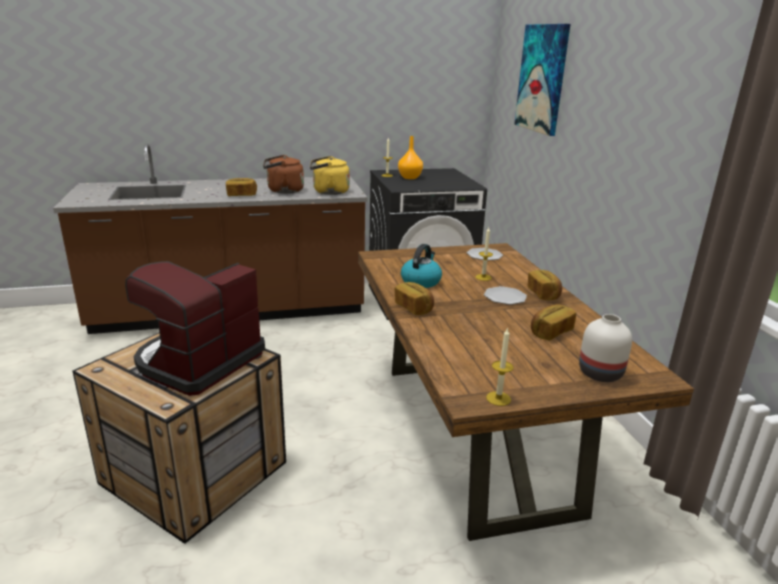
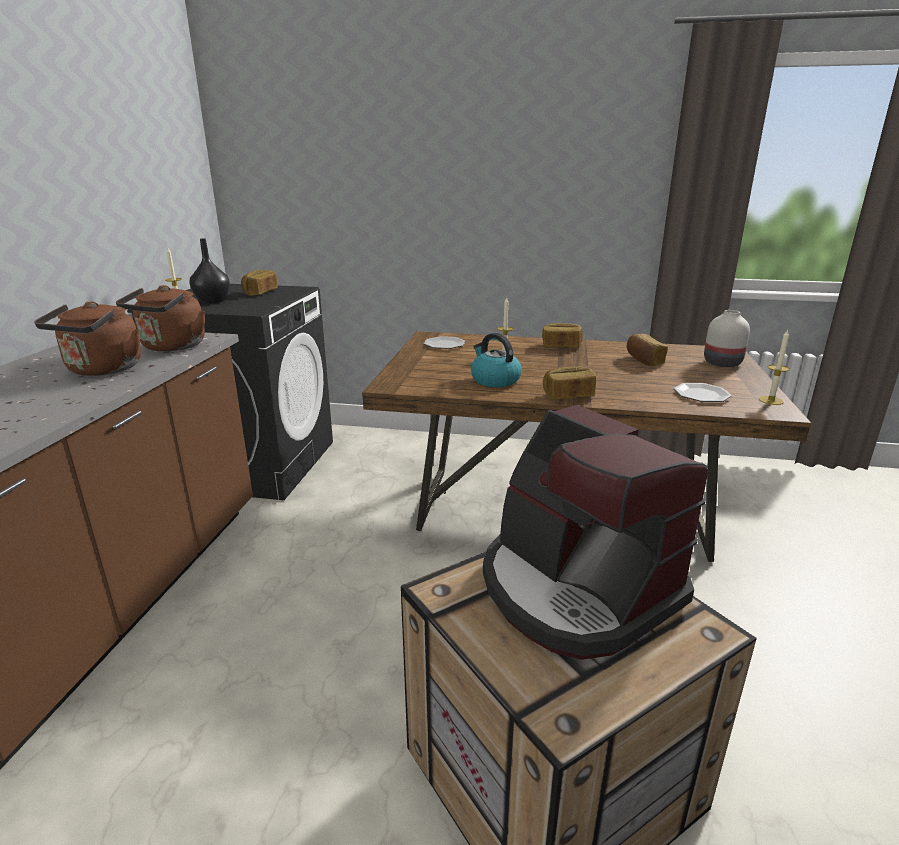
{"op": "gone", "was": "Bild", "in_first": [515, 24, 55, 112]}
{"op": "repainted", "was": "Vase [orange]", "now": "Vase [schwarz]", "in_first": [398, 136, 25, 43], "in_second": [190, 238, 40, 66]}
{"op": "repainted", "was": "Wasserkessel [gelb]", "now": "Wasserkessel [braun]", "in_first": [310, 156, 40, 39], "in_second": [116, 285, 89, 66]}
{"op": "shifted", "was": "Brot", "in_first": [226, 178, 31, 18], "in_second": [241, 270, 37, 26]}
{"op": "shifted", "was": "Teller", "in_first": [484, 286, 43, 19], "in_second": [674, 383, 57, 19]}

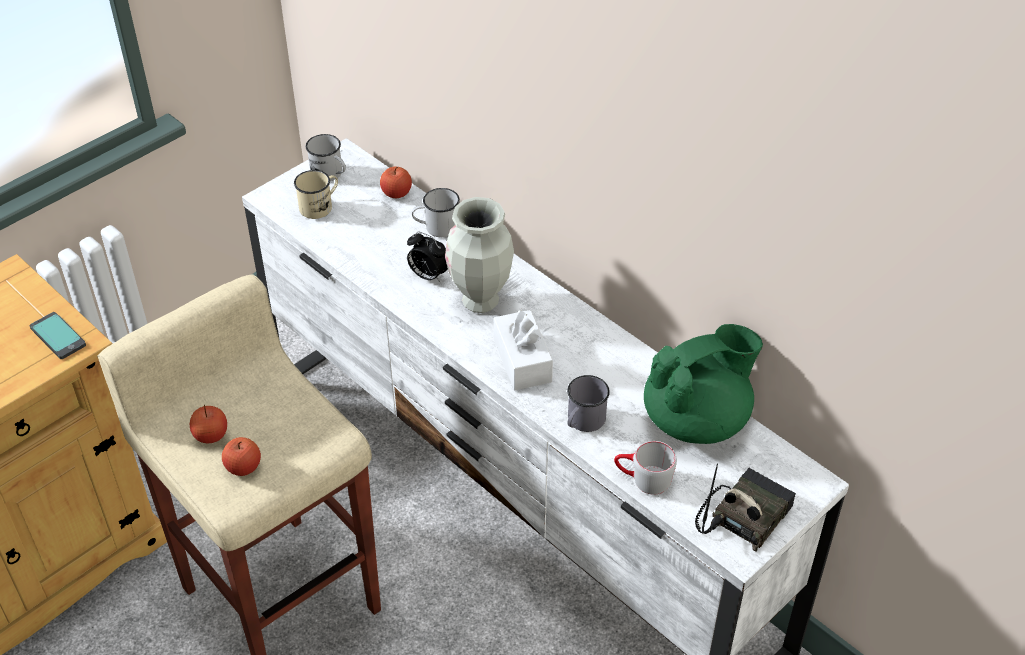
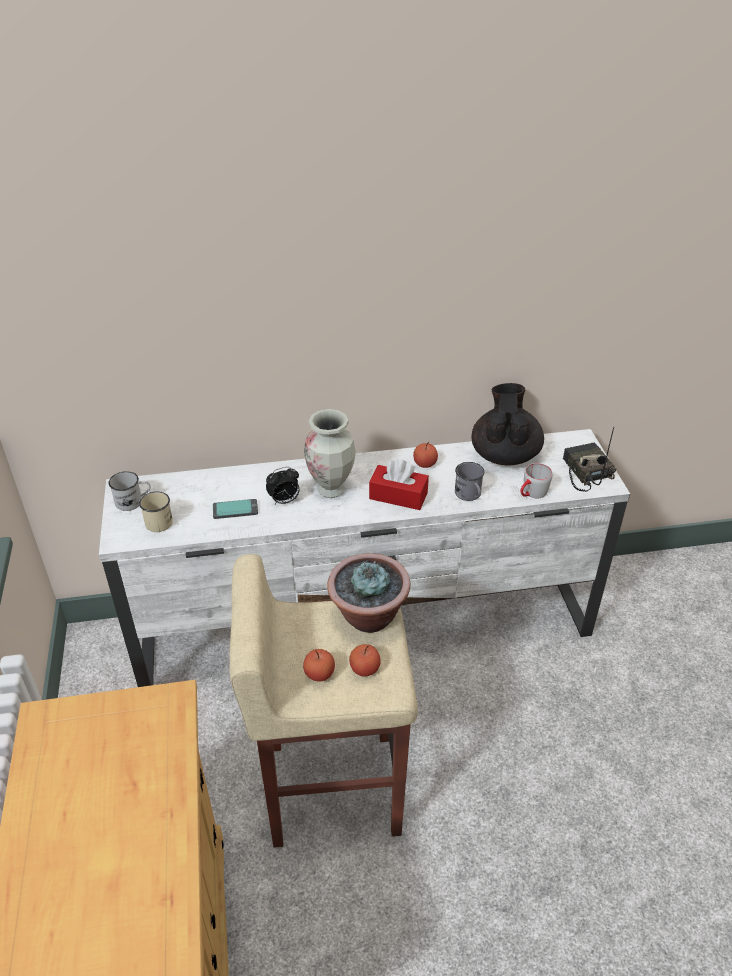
{"op": "shifted", "was": "Apfel", "in_first": [380, 167, 32, 31], "in_second": [413, 442, 25, 26]}
{"op": "gone", "was": "Henkelbecher [weiß]", "in_first": [412, 188, 48, 50]}
{"op": "repainted", "was": "Taschentuchbox [weiß]", "now": "Taschentuchbox [rot]", "in_first": [494, 309, 59, 81], "in_second": [369, 459, 60, 51]}
{"op": "shifted", "was": "Handy", "in_first": [30, 312, 56, 47], "in_second": [213, 499, 45, 20]}
{"op": "repainted", "was": "Teekanne [grün]", "now": "Teekanne [schwarz]", "in_first": [644, 324, 119, 120], "in_second": [471, 383, 73, 83]}
{"op": "new", "now": "Topfpflanze", "in_second": [327, 553, 83, 80]}

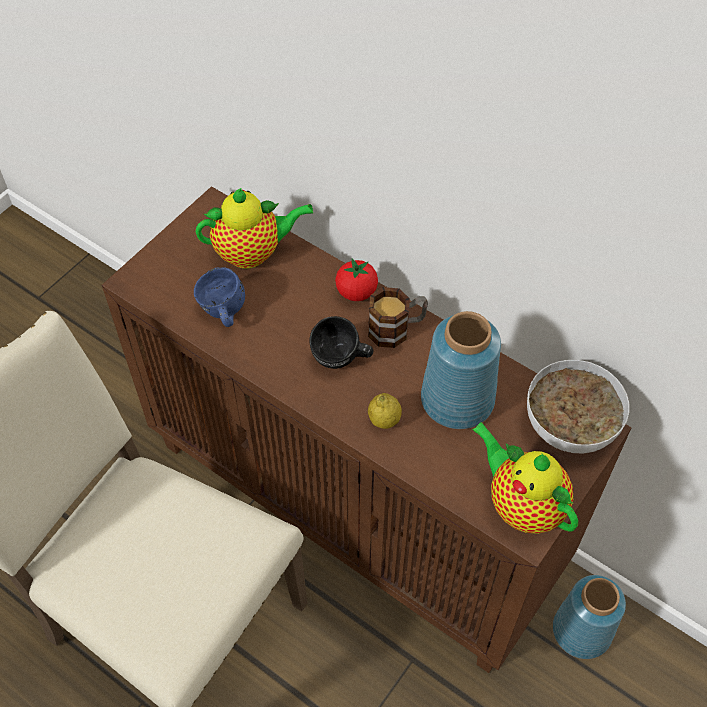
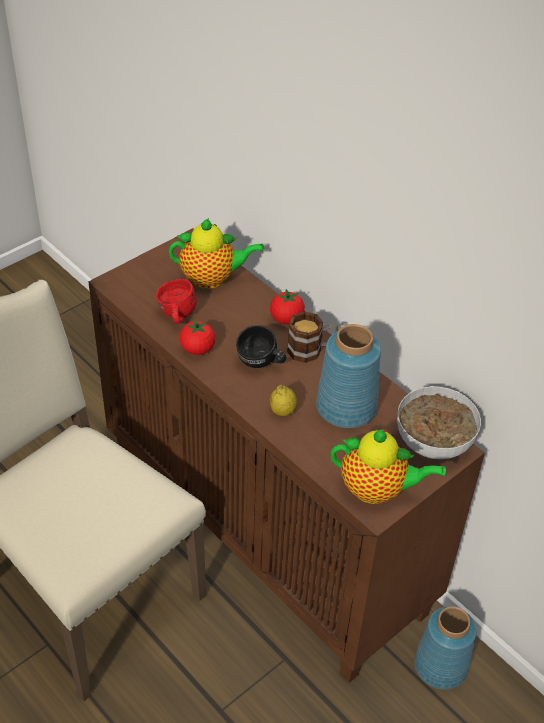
{"op": "repainted", "was": "Henkelbecher [blau]", "now": "Henkelbecher [rot]", "in_first": [194, 268, 51, 59], "in_second": [156, 278, 41, 46]}
{"op": "rotated", "was": "Teekanne", "in_first": [472, 422, 106, 112], "in_second": [331, 429, 115, 75], "clockwise": 135}
{"op": "new", "now": "Tomate", "in_second": [179, 319, 36, 36]}

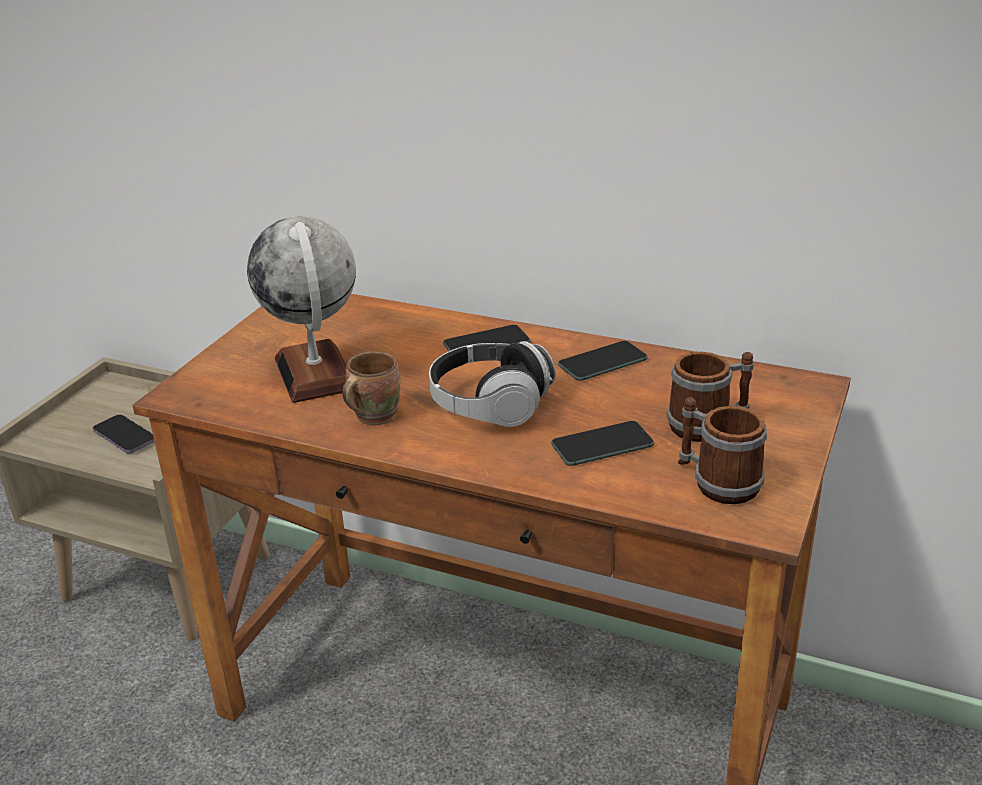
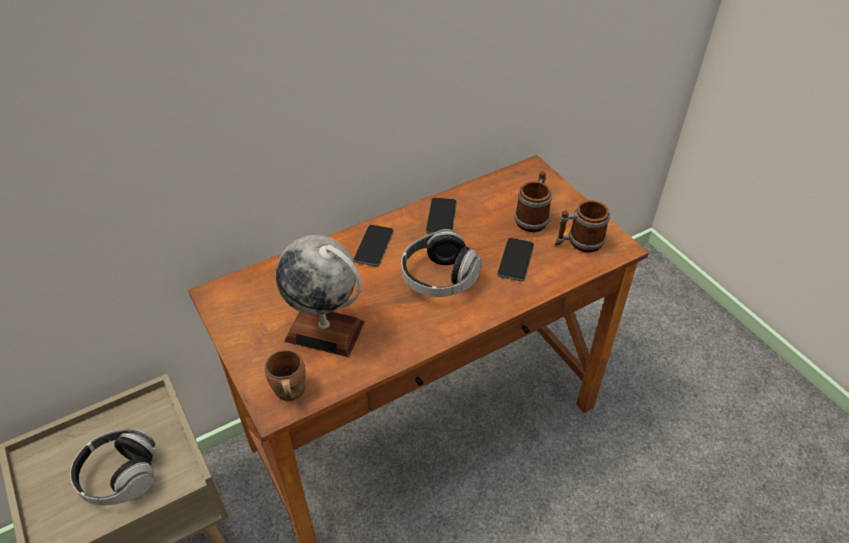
{"op": "shifted", "was": "Henkelbecher [braun]", "in_first": [342, 352, 59, 73], "in_second": [265, 350, 41, 51]}
{"op": "swapped", "was": "Handy", "now": "Kopfhörer", "in_first": [93, 415, 61, 39], "in_second": [70, 429, 86, 76]}

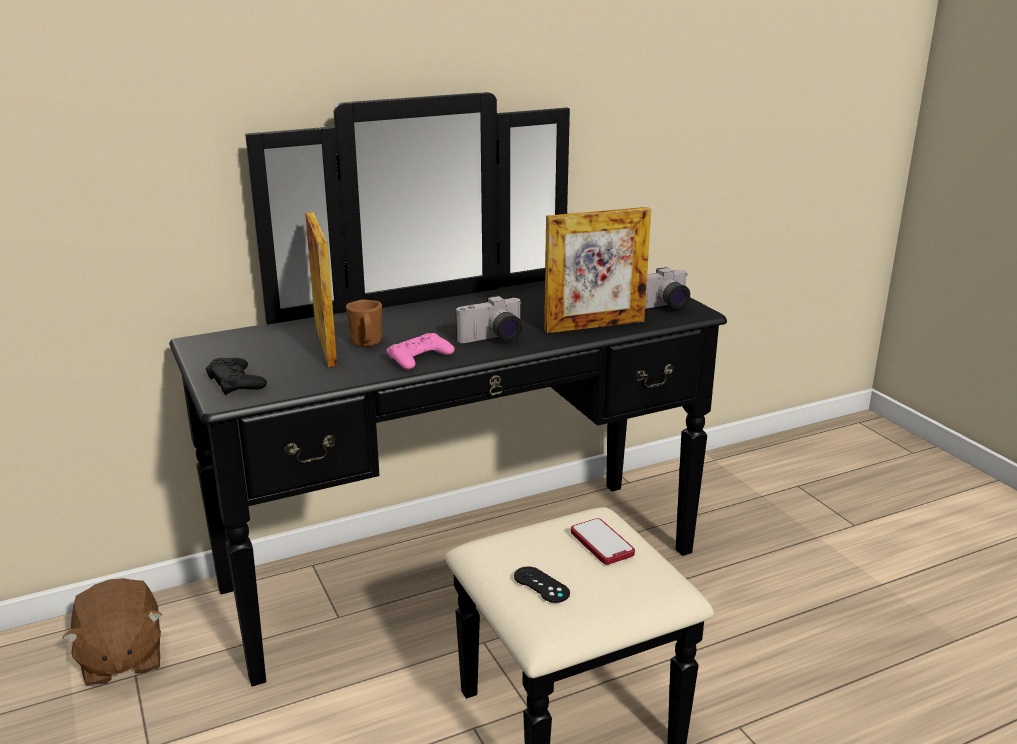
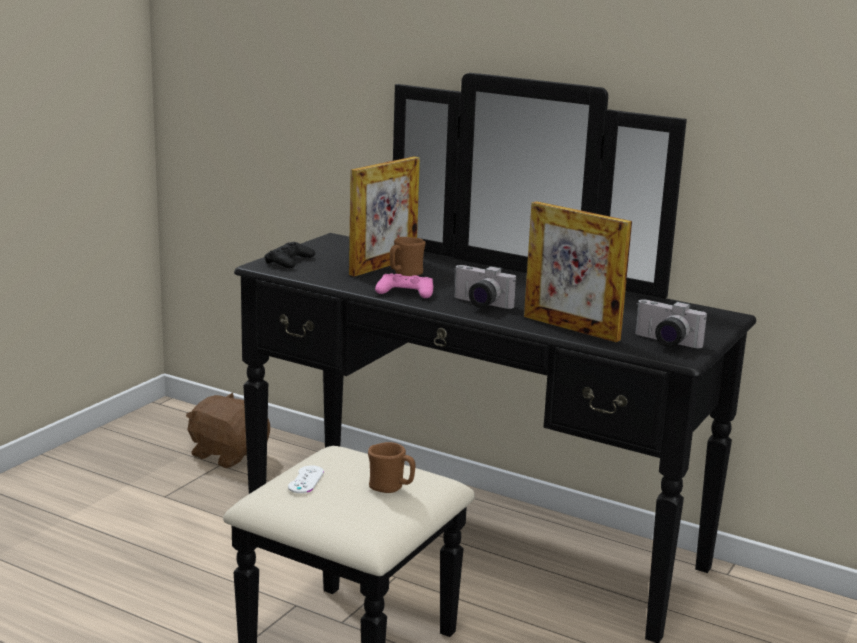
{"op": "swapped", "was": "Handy", "now": "Henkelbecher [braun]", "in_first": [571, 518, 64, 47], "in_second": [368, 442, 47, 51]}
{"op": "repainted", "was": "Gamepad [schwarz]", "now": "Gamepad [weiß]", "in_first": [514, 567, 56, 36], "in_second": [288, 465, 36, 28]}
{"op": "rotated", "was": "Plüschtier [braun]", "in_first": [62, 578, 100, 108], "in_second": [186, 393, 84, 75], "clockwise": 90}

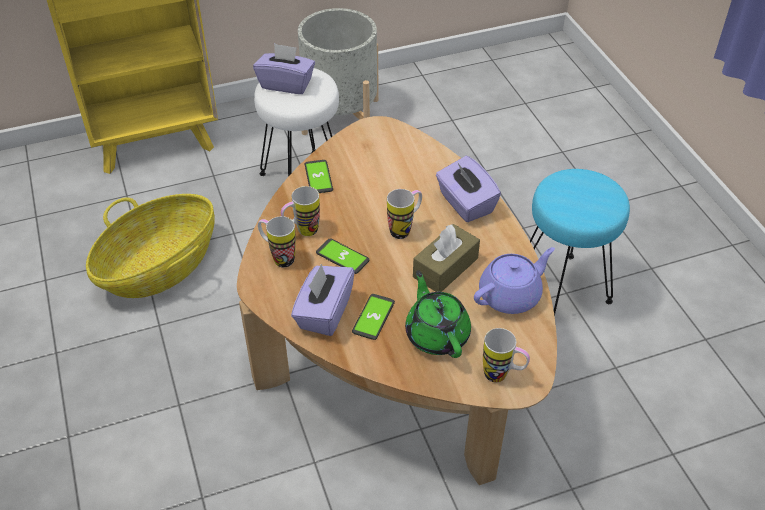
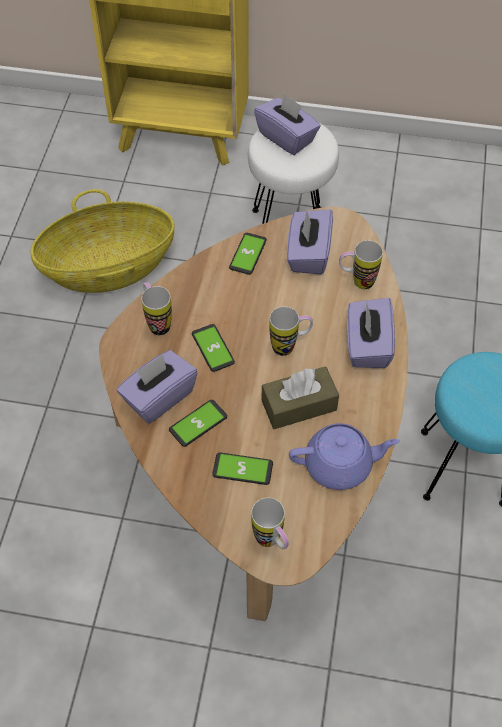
{"op": "gone", "was": "Pflanzkübel [grau]", "in_first": [298, 8, 80, 127]}
{"op": "shifted", "was": "Henkelbecher", "in_first": [281, 186, 39, 50], "in_second": [339, 240, 44, 49]}
{"op": "swapped", "was": "Teekanne [grün]", "now": "Handy", "in_first": [405, 270, 66, 88], "in_second": [212, 453, 61, 32]}
{"op": "new", "now": "Taschentuchbox [lila]", "in_second": [287, 209, 46, 66]}

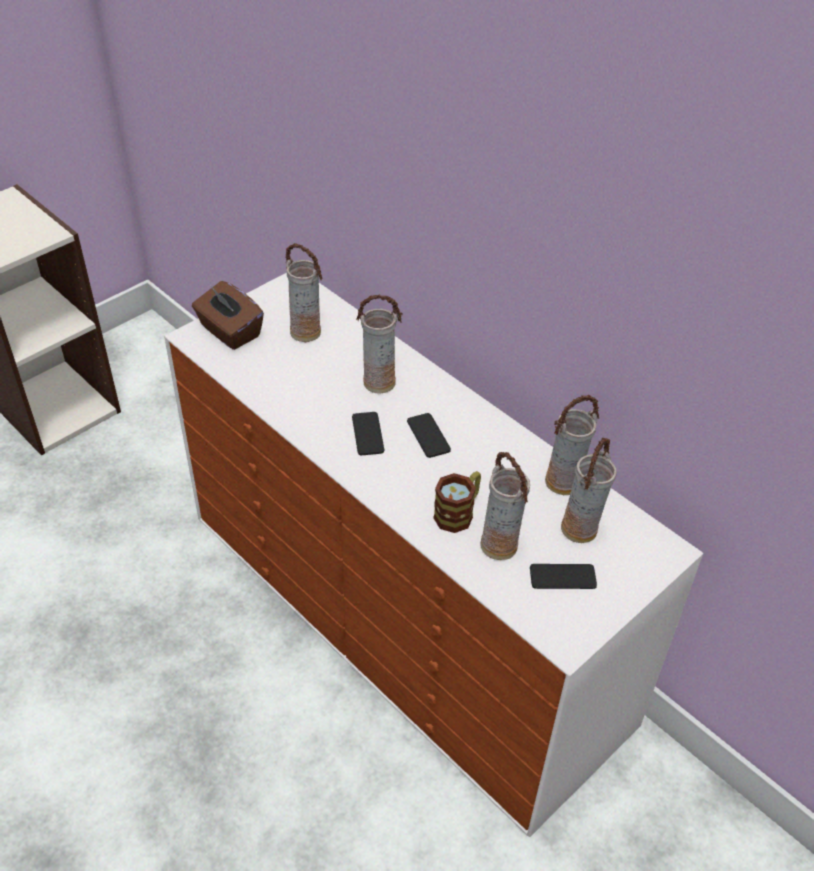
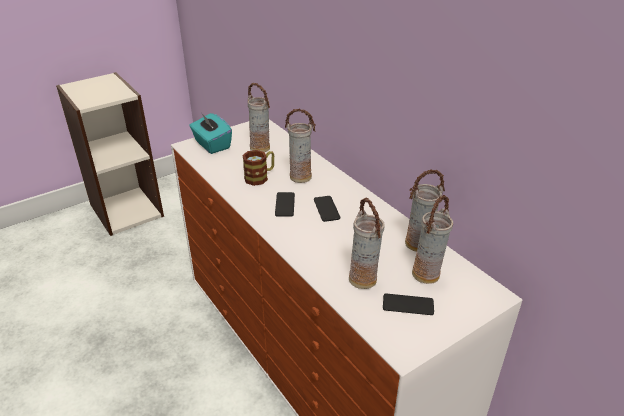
{"op": "repainted", "was": "Taschentuchbox [braun]", "now": "Taschentuchbox [türkis]", "in_first": [192, 281, 72, 69], "in_second": [189, 113, 43, 41]}
{"op": "shifted", "was": "Henkelbecher", "in_first": [433, 471, 48, 62], "in_second": [242, 150, 32, 36]}

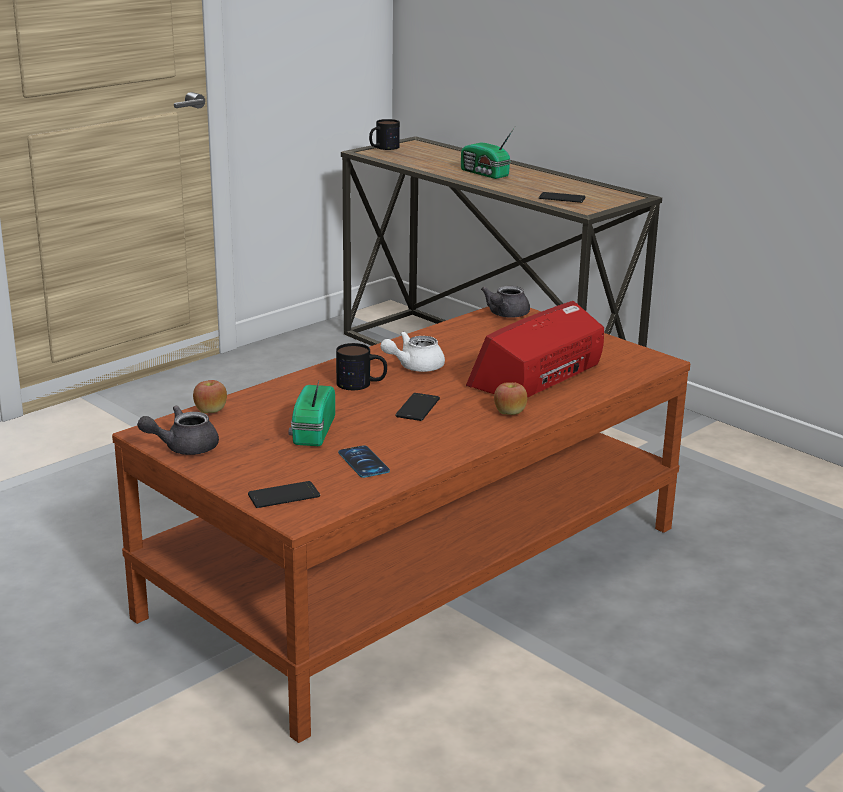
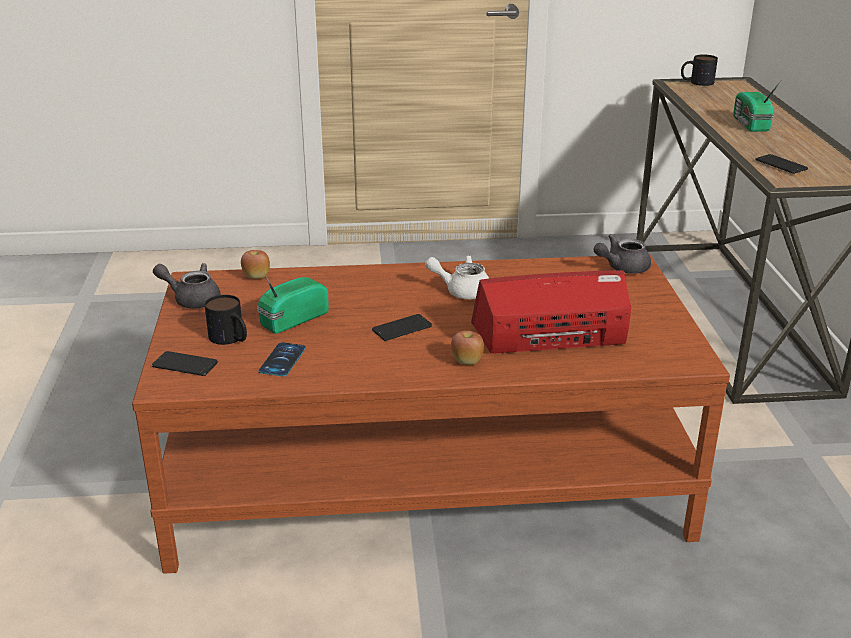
{"op": "shifted", "was": "Henkelbecher", "in_first": [336, 343, 51, 47], "in_second": [204, 295, 43, 50]}

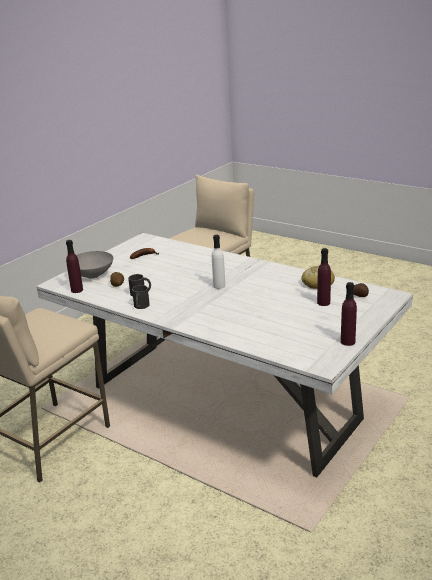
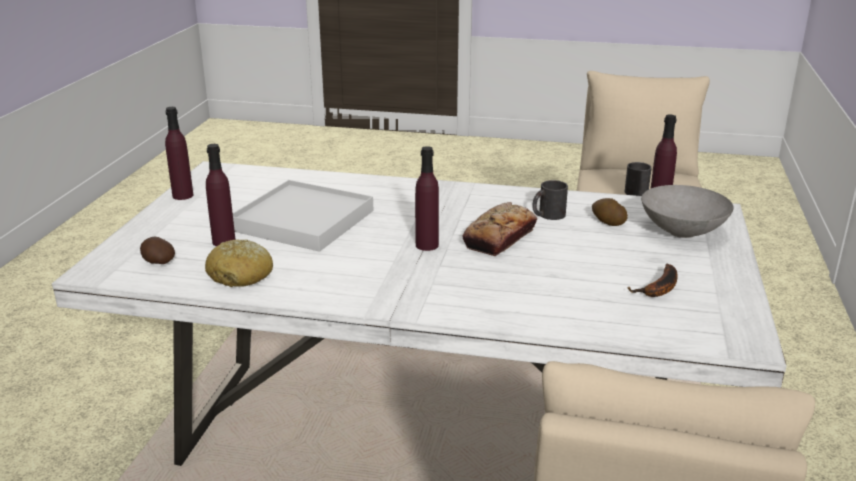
{"op": "repainted", "was": "Flasche [weiß]", "now": "Flasche [lila]", "in_first": [212, 235, 13, 54], "in_second": [415, 146, 24, 105]}
{"op": "shifted", "was": "Henkelbecher [schwarz]", "in_first": [132, 285, 18, 24], "in_second": [625, 162, 27, 34]}
{"op": "new", "now": "Tablett [weiß]", "in_second": [233, 180, 140, 72]}
{"op": "new", "now": "Brot", "in_second": [463, 202, 74, 54]}

